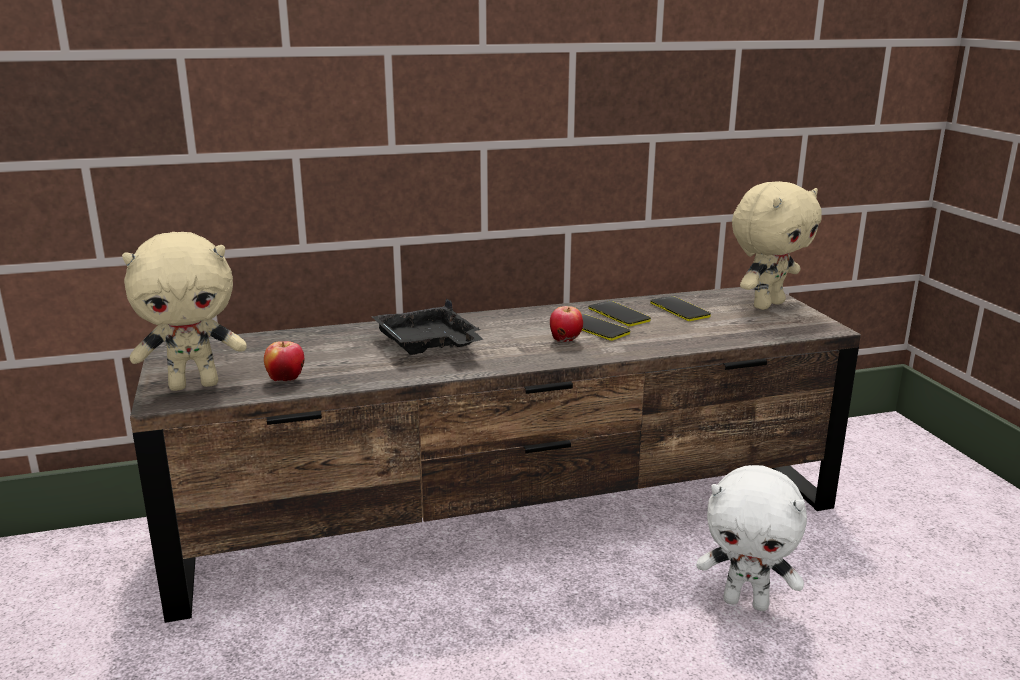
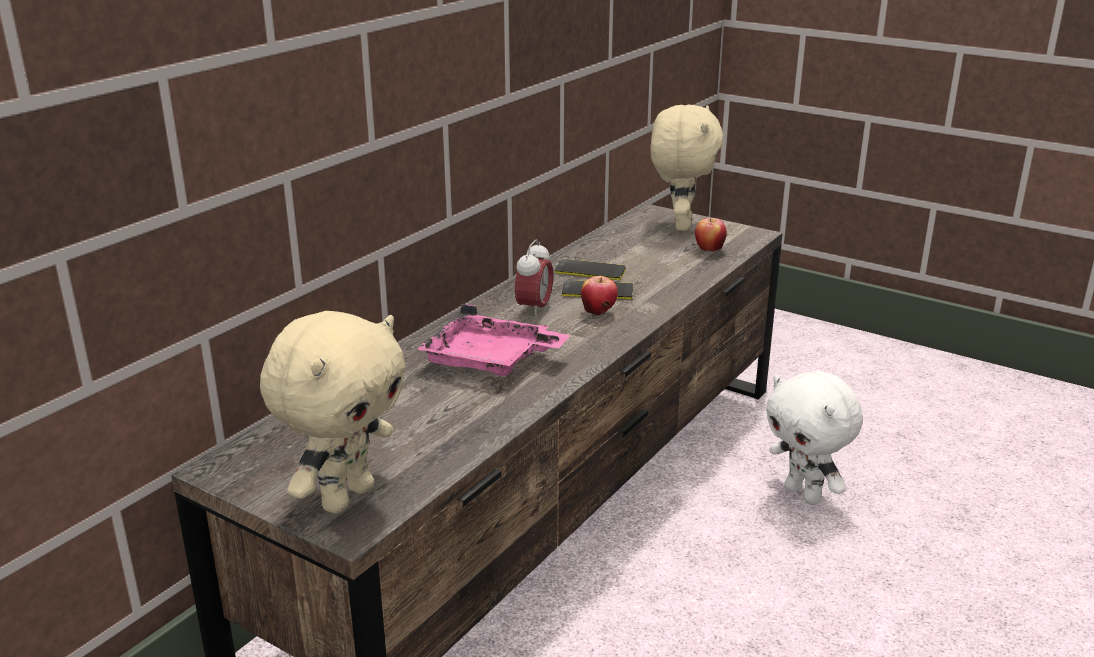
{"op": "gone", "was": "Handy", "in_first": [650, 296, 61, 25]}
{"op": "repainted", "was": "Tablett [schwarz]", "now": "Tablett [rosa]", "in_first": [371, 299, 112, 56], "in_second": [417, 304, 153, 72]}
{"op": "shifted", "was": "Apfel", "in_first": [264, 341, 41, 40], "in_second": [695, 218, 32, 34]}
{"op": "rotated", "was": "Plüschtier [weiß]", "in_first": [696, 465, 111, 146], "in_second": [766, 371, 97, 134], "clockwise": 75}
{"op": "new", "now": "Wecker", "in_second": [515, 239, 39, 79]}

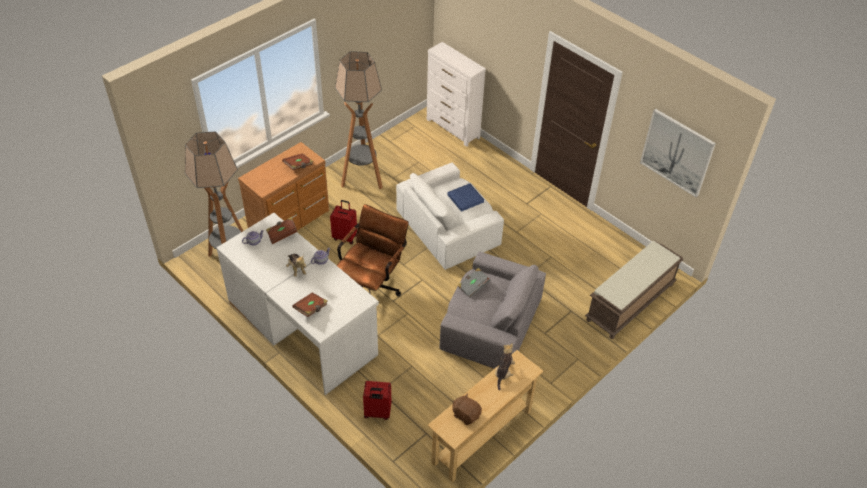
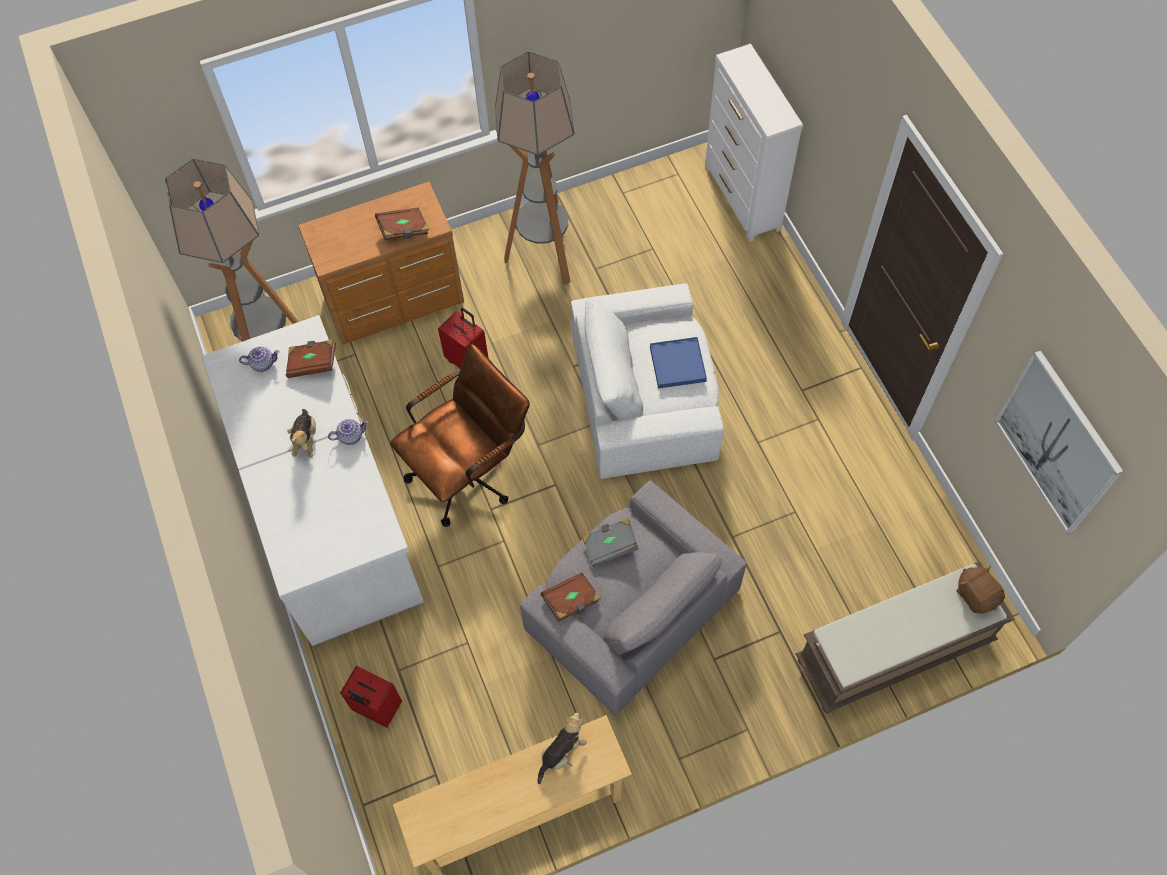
{"op": "shifted", "was": "Buch [braun]", "in_first": [292, 292, 36, 25], "in_second": [541, 572, 60, 50]}
{"op": "shifted", "was": "Plüschtier [braun]", "in_first": [452, 393, 30, 32], "in_second": [956, 566, 49, 48]}

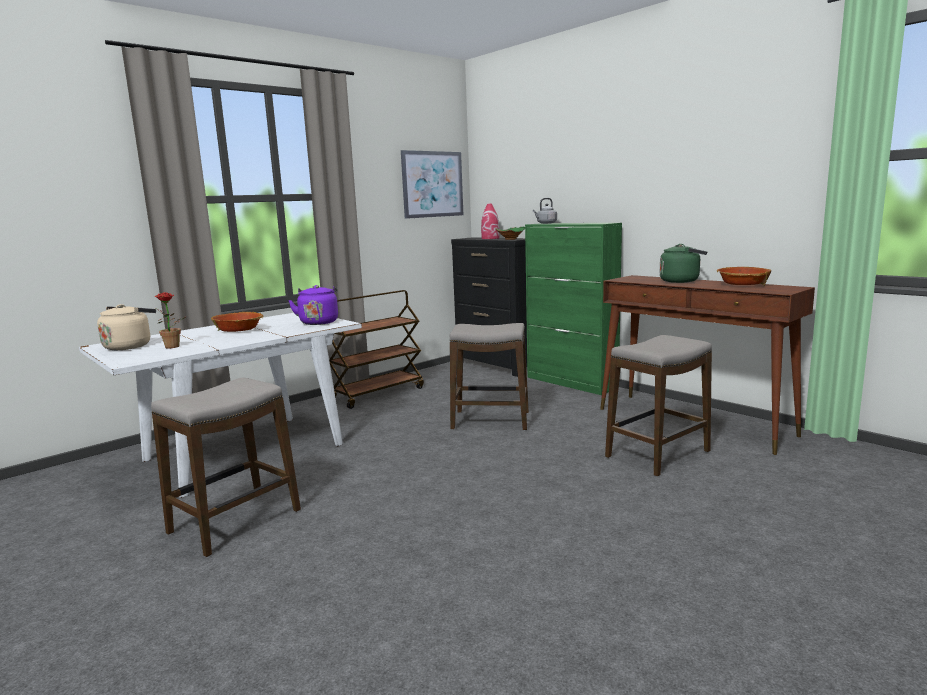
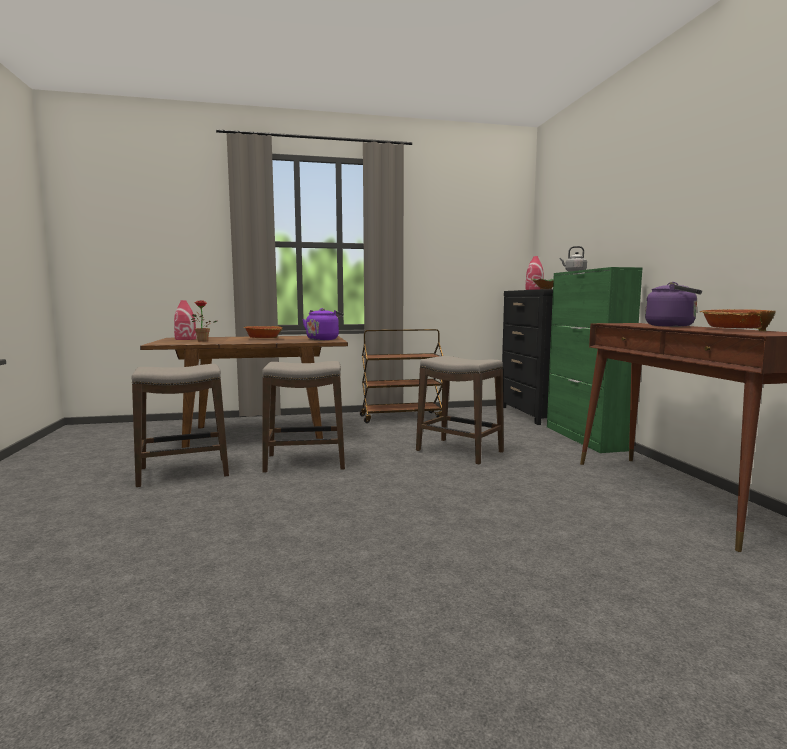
{"op": "gone", "was": "Bild", "in_first": [401, 150, 62, 69]}
{"op": "repainted", "was": "Wasserkessel [grün]", "now": "Wasserkessel [lila]", "in_first": [660, 244, 47, 39], "in_second": [645, 282, 57, 45]}
{"op": "swapped", "was": "Wasserkessel [beige]", "now": "Vase [rot]", "in_first": [97, 304, 59, 46], "in_second": [174, 300, 23, 40]}
{"op": "repainted", "was": "Esstisch [weiß]", "now": "Esstisch [braun]", "in_first": [79, 313, 283, 185], "in_second": [140, 336, 208, 112]}
{"op": "shifted", "was": "Hocker", "in_first": [605, 335, 107, 142], "in_second": [262, 361, 83, 112]}

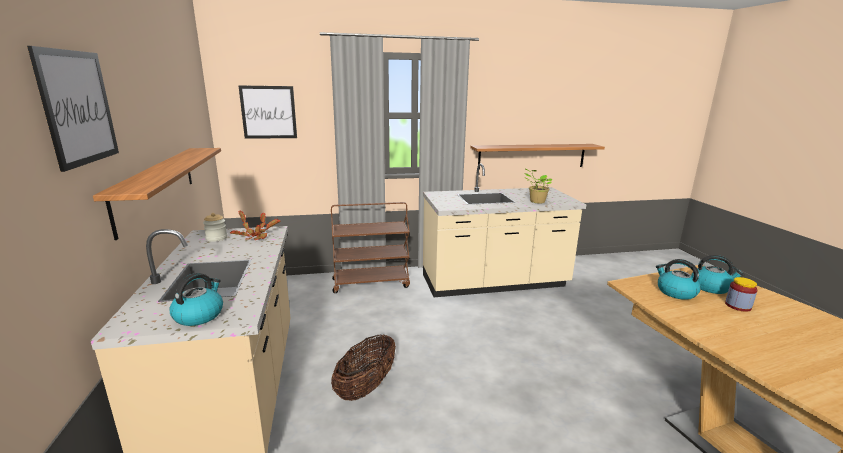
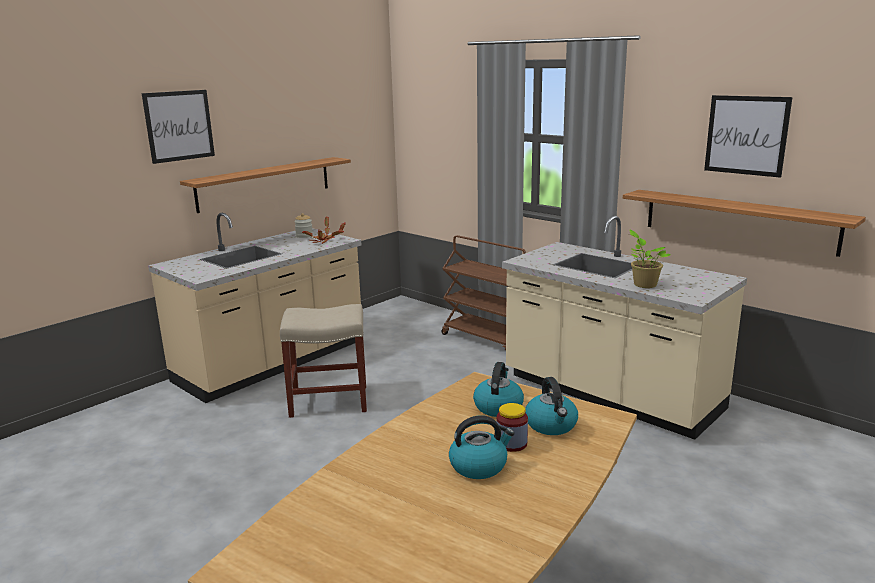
{"op": "shifted", "was": "Bild", "in_first": [238, 85, 59, 54], "in_second": [704, 95, 89, 83]}
{"op": "shifted", "was": "Wasserkessel", "in_first": [170, 273, 53, 53], "in_second": [449, 415, 66, 64]}
{"op": "swapped", "was": "Korb", "now": "Hocker [beige]", "in_first": [331, 334, 65, 67], "in_second": [280, 304, 87, 114]}

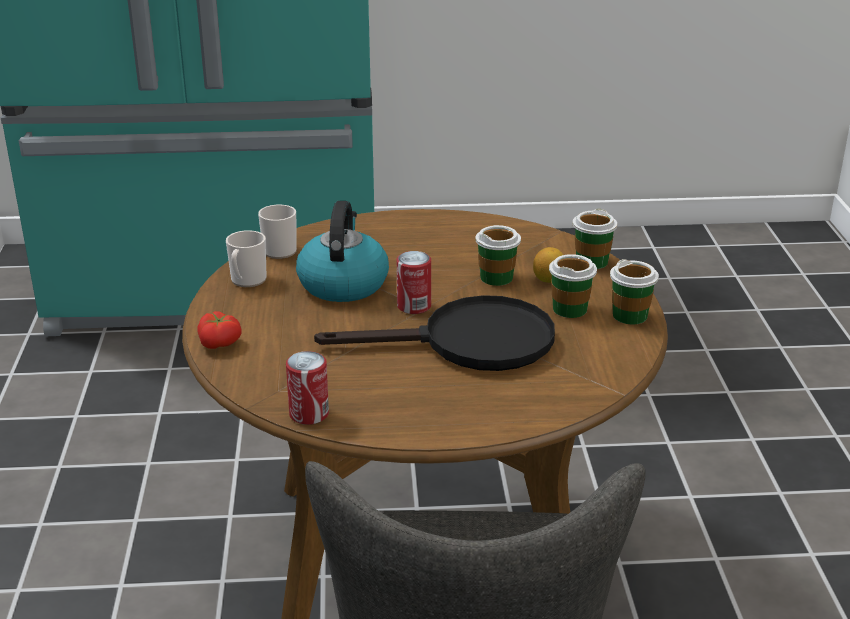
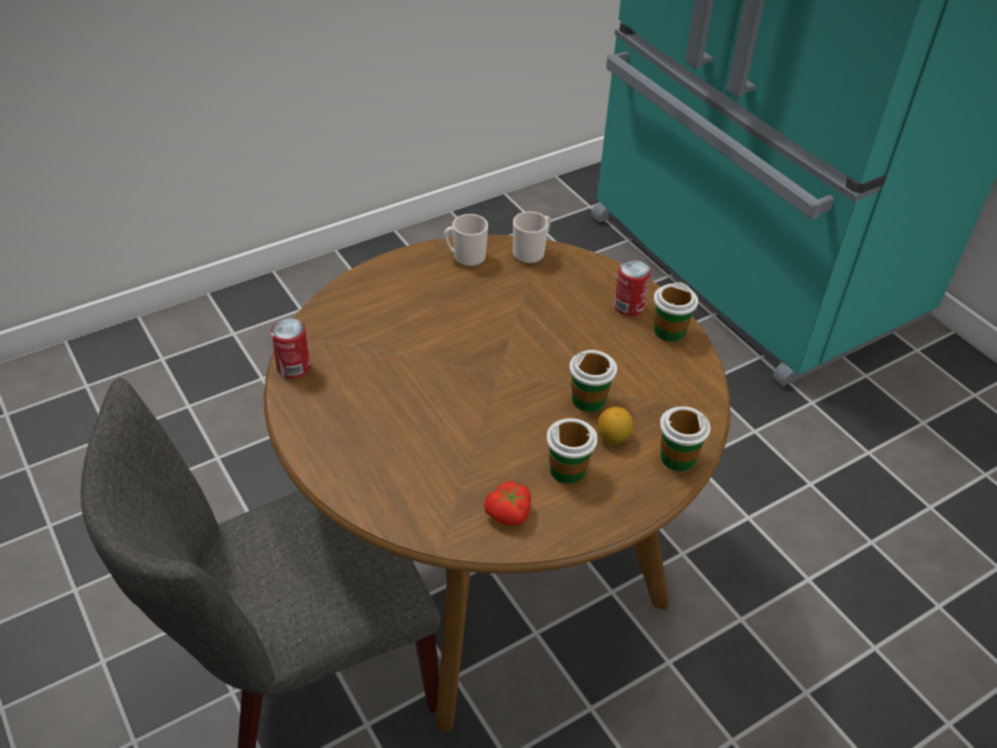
{"op": "gone", "was": "Wasserkessel", "in_first": [296, 201, 93, 101]}
{"op": "shifted", "was": "Dose", "in_first": [397, 251, 34, 63], "in_second": [614, 260, 37, 56]}
{"op": "shifted", "was": "Tasse", "in_first": [610, 259, 49, 65], "in_second": [654, 282, 44, 60]}
{"op": "gone", "was": "Pfanne [schwarz]", "in_first": [314, 295, 241, 76]}
{"op": "shifted", "was": "Tomate", "in_first": [197, 311, 45, 38], "in_second": [484, 482, 47, 43]}

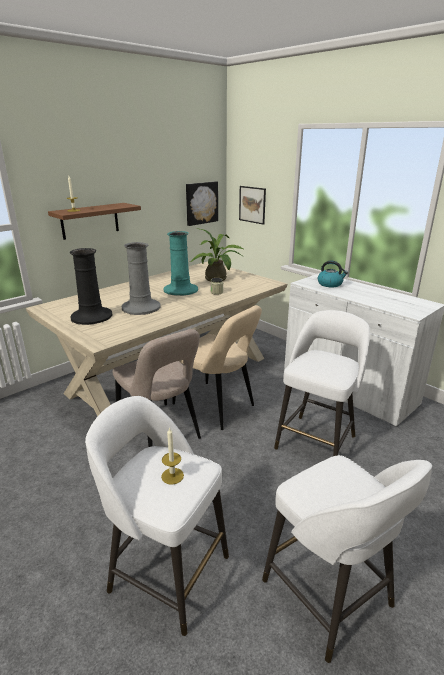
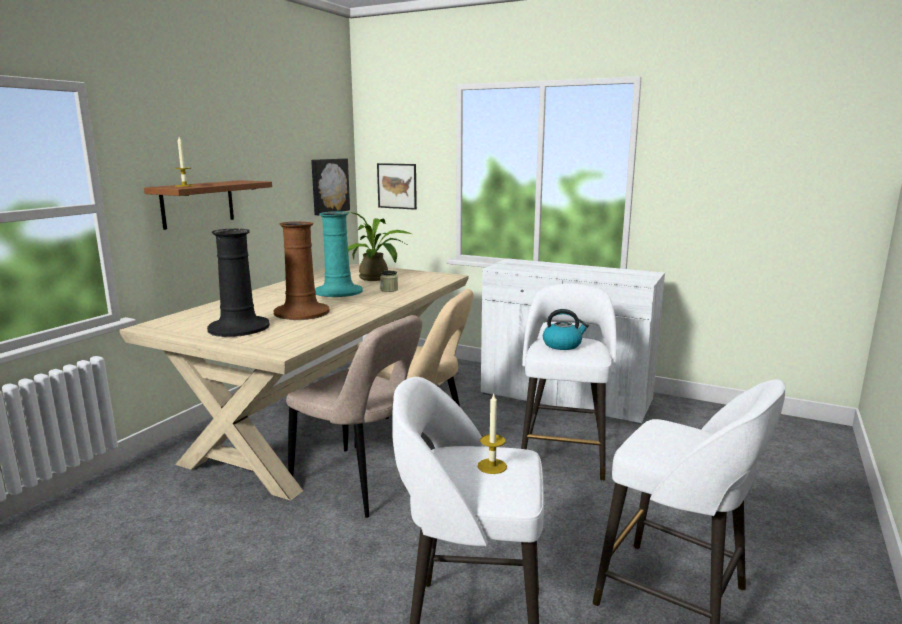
{"op": "repainted", "was": "Vase [grau]", "now": "Vase [braun]", "in_first": [122, 242, 39, 73], "in_second": [274, 221, 56, 99]}
{"op": "shifted", "was": "Wasserkessel", "in_first": [318, 261, 30, 26], "in_second": [543, 309, 46, 41]}

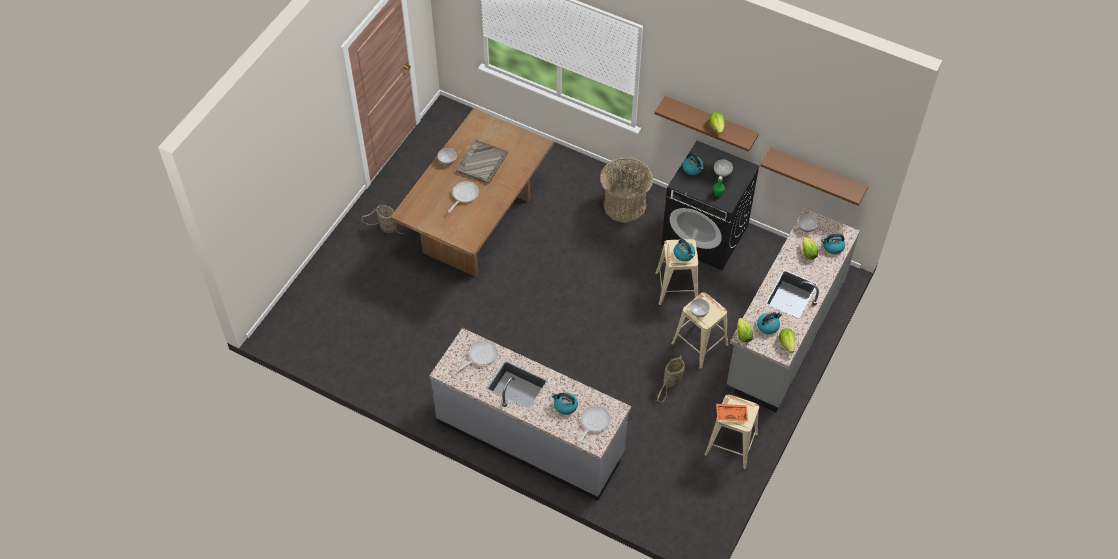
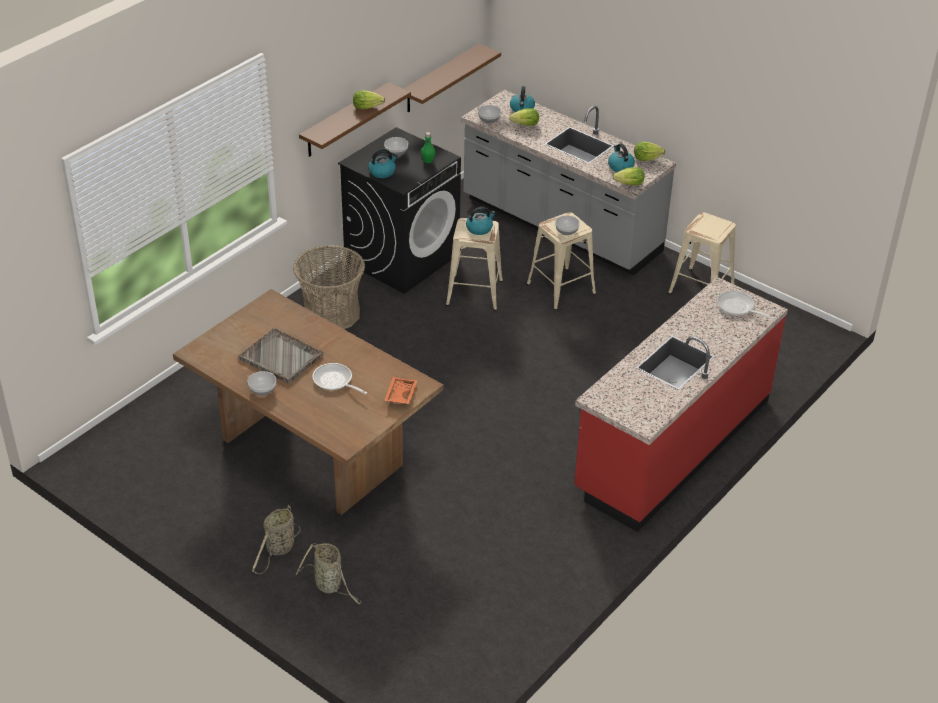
{"op": "repainted", "was": "Küchenzeile [grau]", "now": "Küchenzeile [rot]", "in_first": [429, 328, 202, 173], "in_second": [574, 277, 214, 255]}
{"op": "gone", "was": "Pfanne", "in_first": [456, 340, 42, 32]}
{"op": "shifted", "was": "Korb", "in_first": [657, 355, 28, 47], "in_second": [296, 543, 66, 61]}
{"op": "gone", "was": "Wasserkessel", "in_first": [552, 393, 26, 22]}
{"op": "shifted", "was": "Tablett [orange]", "in_first": [716, 404, 32, 18], "in_second": [384, 377, 33, 27]}

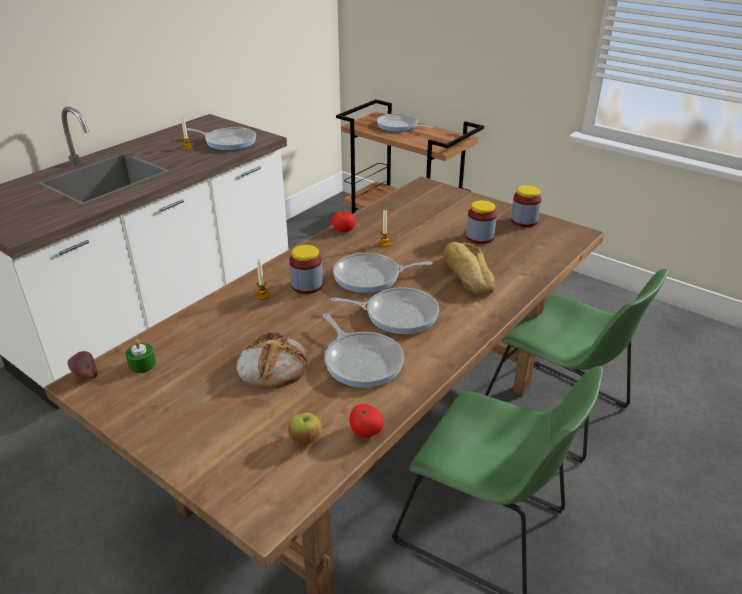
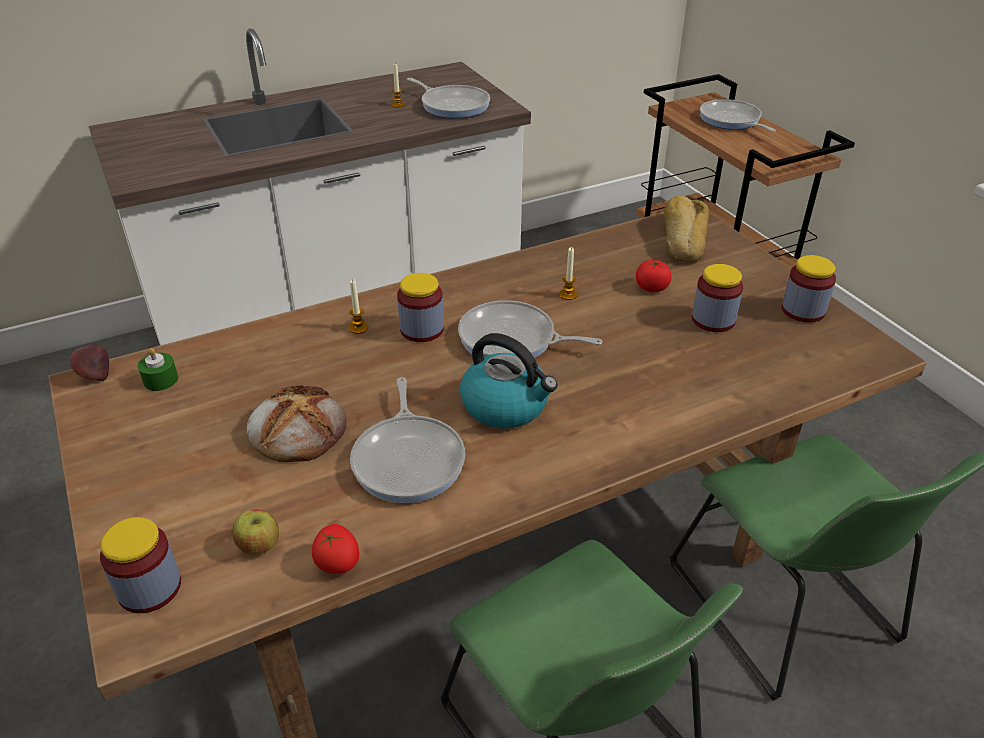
{"op": "shifted", "was": "Tomate", "in_first": [332, 211, 24, 21], "in_second": [636, 260, 36, 32]}
{"op": "shifted", "was": "Brot", "in_first": [443, 242, 52, 53], "in_second": [664, 195, 45, 67]}
{"op": "swapped", "was": "Pfanne", "now": "Wasserkessel", "in_first": [331, 287, 108, 47], "in_second": [460, 333, 98, 96]}
{"op": "new", "now": "Vorratsglas", "in_second": [100, 517, 81, 96]}

